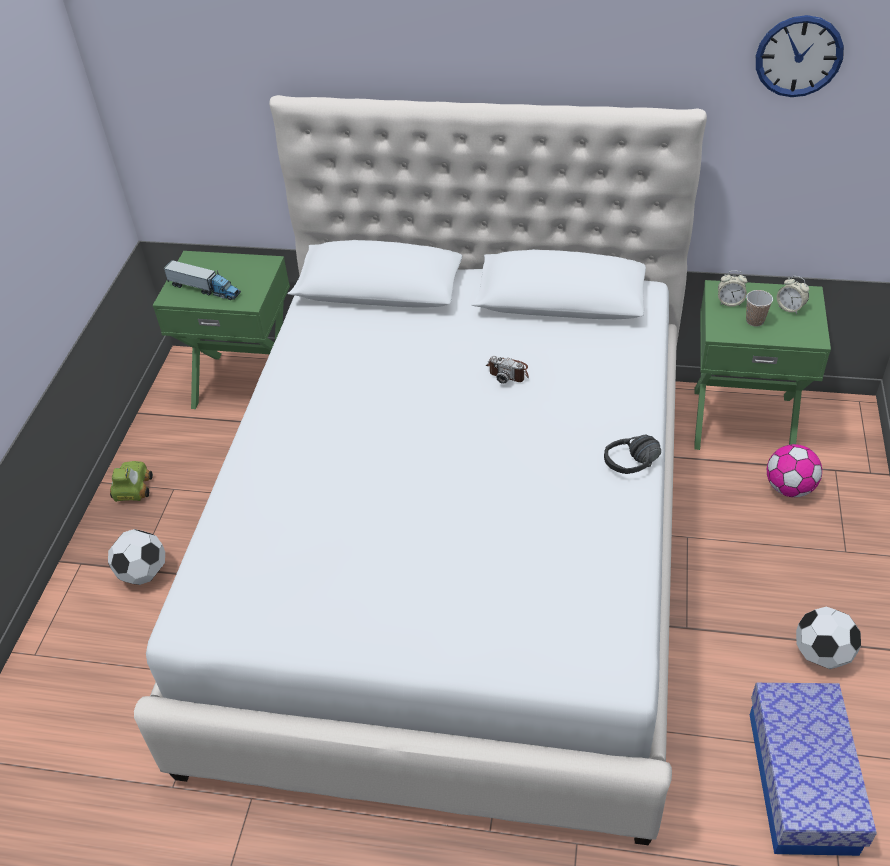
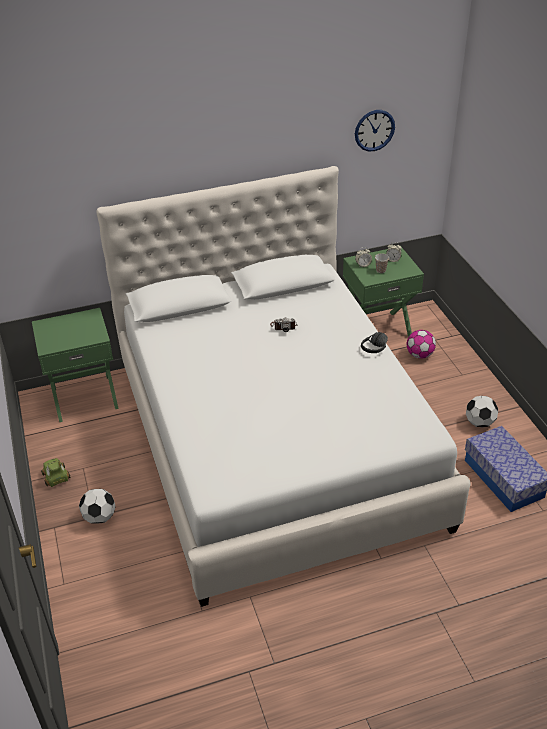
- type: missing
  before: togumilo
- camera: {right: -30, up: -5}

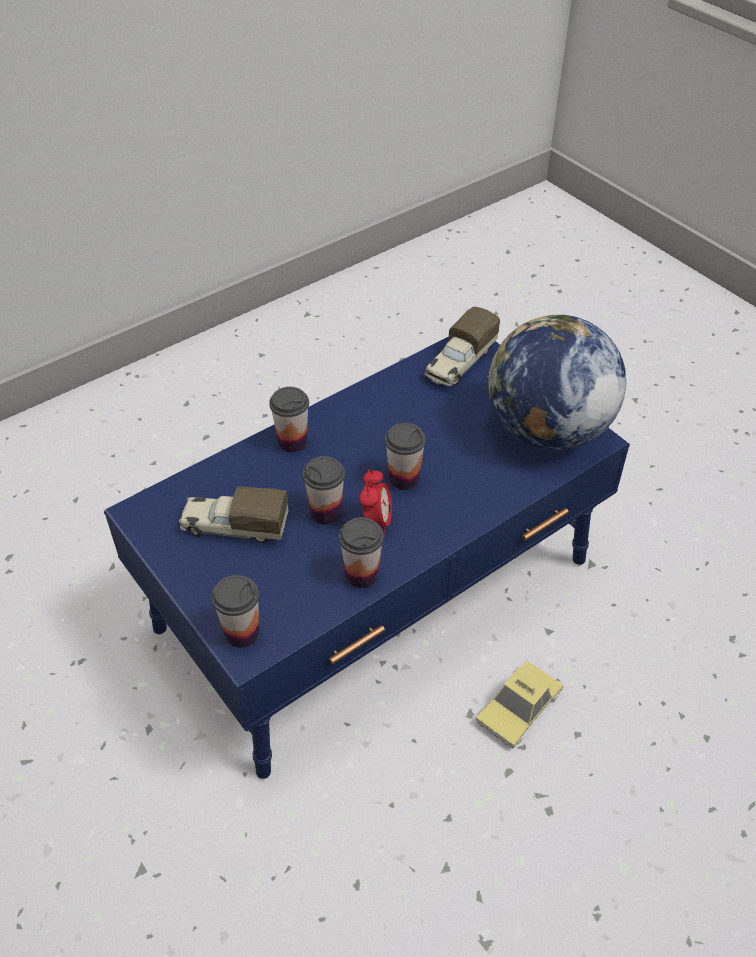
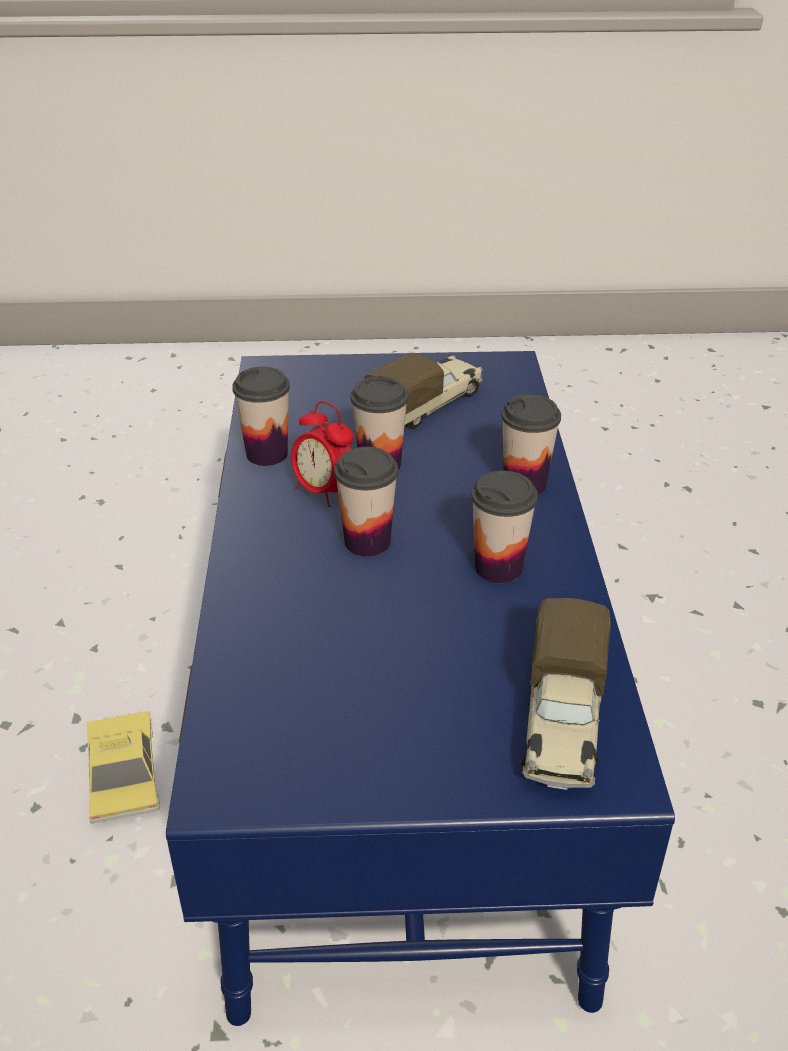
- type: missing
  before: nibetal
- type: relocated
  before: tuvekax (no. 1 from left in the first image)
  after: tuvekax (no. 4 from left)
- type: spun
  before: togumilo (no. 2 from left)
  turn: -150
- camera: {right: 125, up: -10}

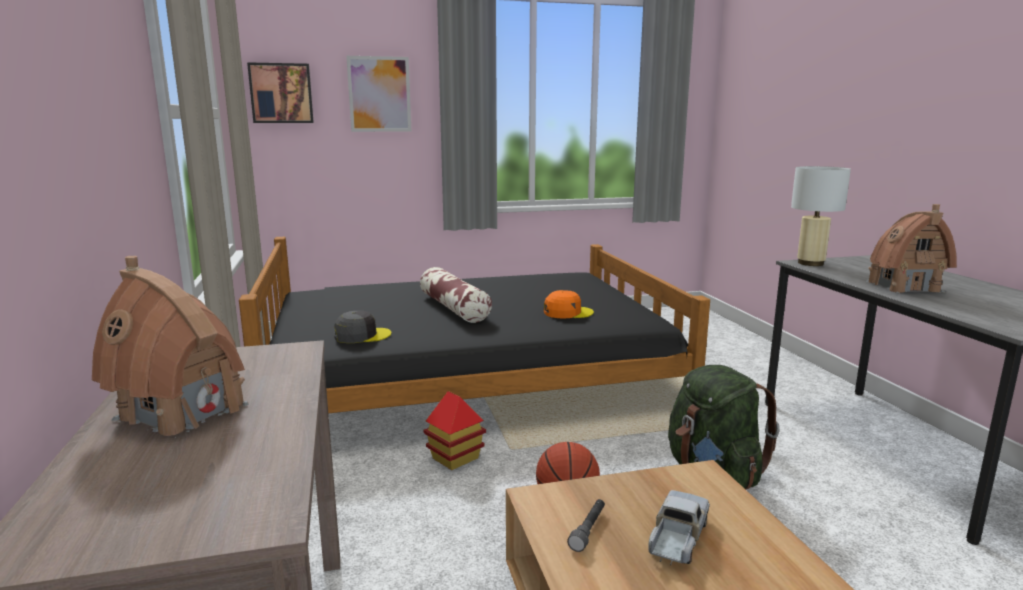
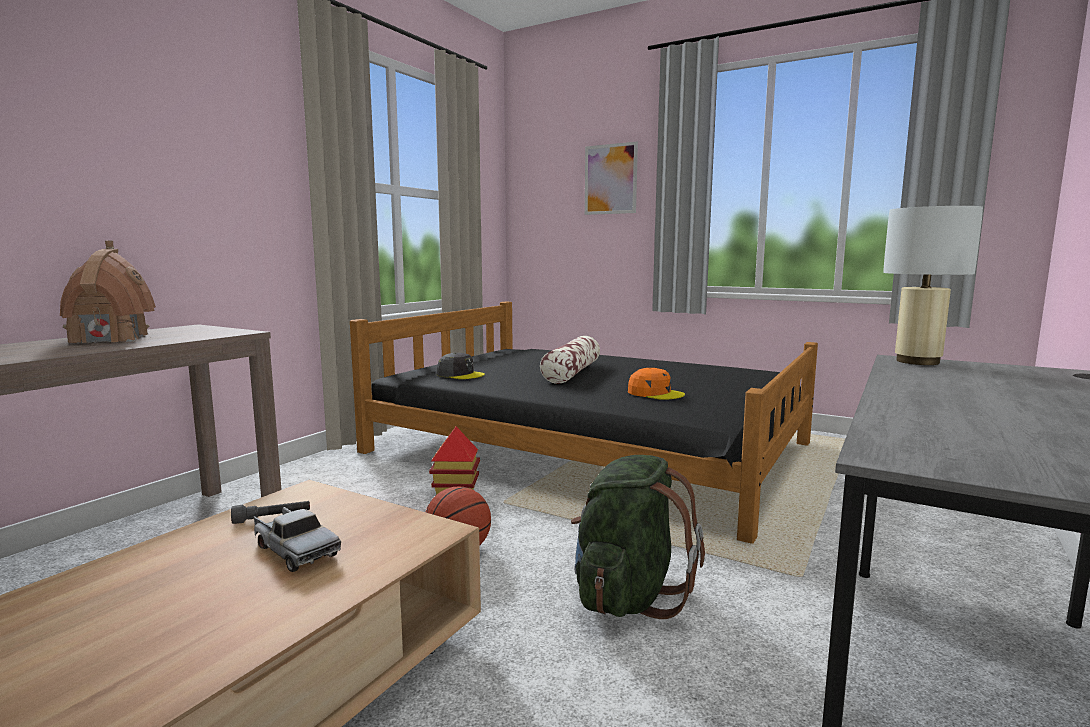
- type: missing
  before: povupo (no. 1 from left)
- type: missing
  before: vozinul (no. 3 from left)
- type: spun
  before: togumilo
  turn: 60
- camera: {right: 45, up: -5}

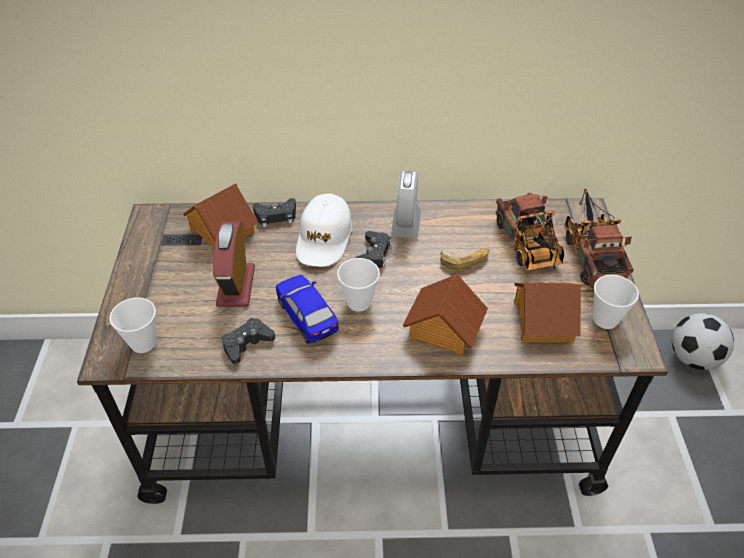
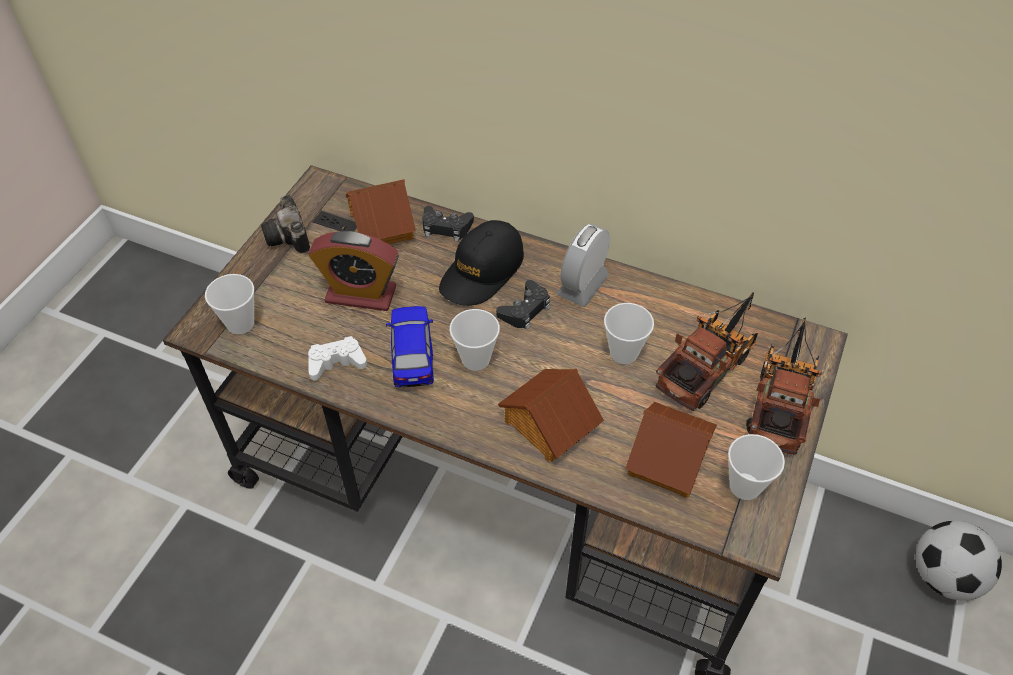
- type: appeared
  after: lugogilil
- type: exchanged
  before: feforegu
  after: tuvekax (no. 3 from left)
- type: colour
  before: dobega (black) (no. 1 from left)
  after: dobega (white)
- type: colour
  before: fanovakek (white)
  after: fanovakek (black)
- type: spun
  before: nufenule (no. 1 from left)
  turn: -105
- type: spun
  before: togumilo (no. 1 from left)
  turn: -150
- camera: {right: 25, up: 5}

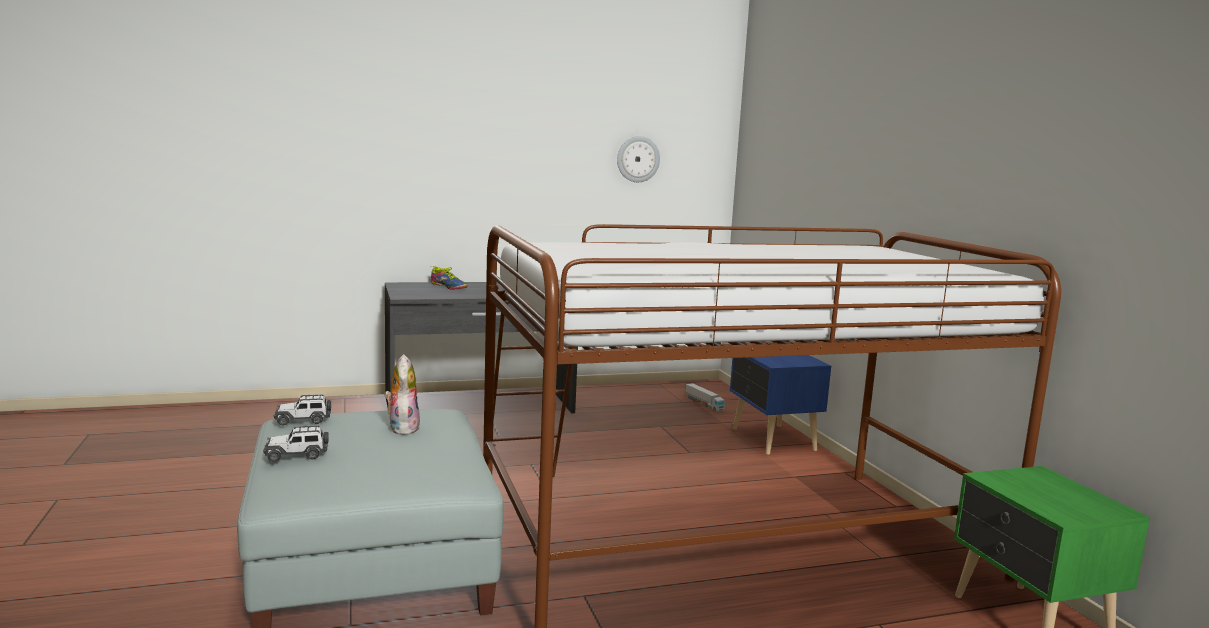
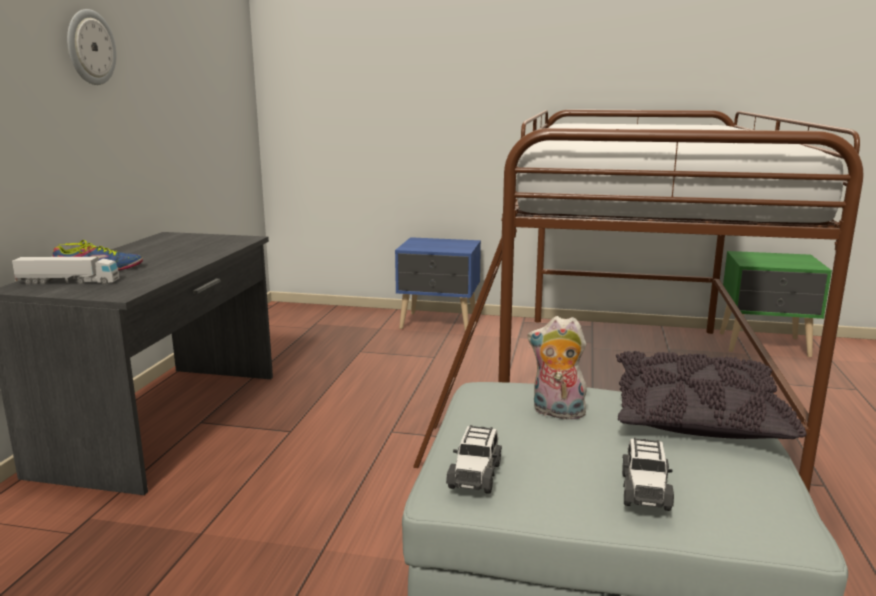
- type: appeared
  after: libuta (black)
- type: relocated
  before: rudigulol
- type: relocated
  before: togumilo
- camera: {right: -60, up: 5}

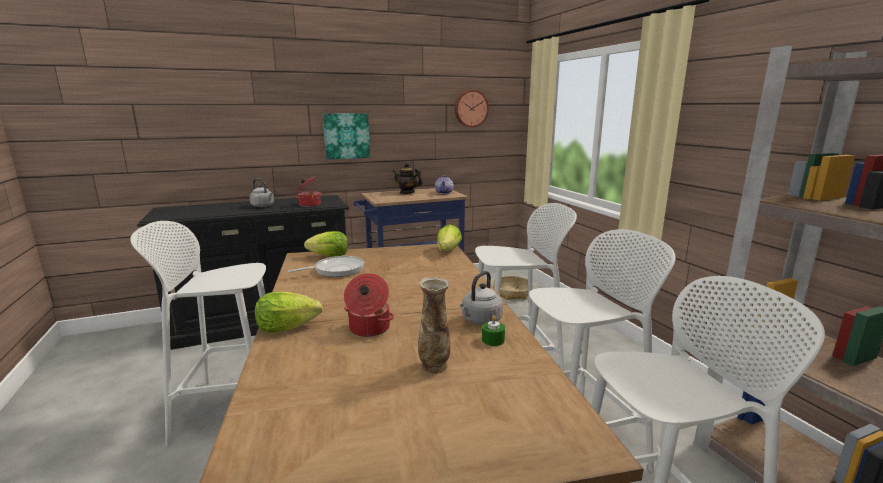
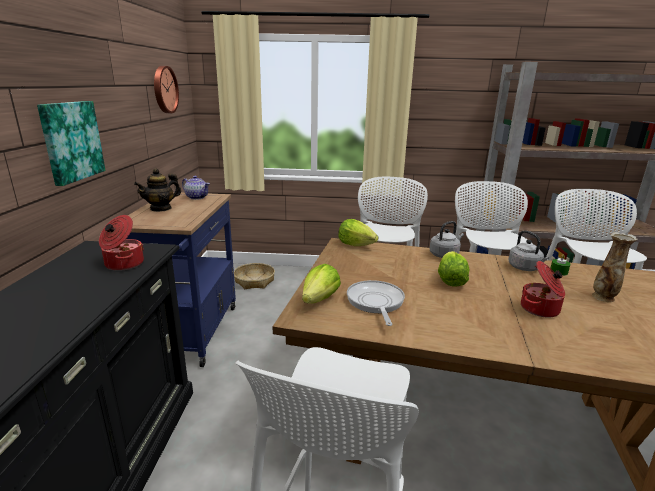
- type: relocated
  before: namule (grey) (no. 1 from left)
- type: relocated
  before: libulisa (no. 1 from left in the first image)
  after: libulisa (no. 3 from left)
- camera: {right: -65, up: 5}

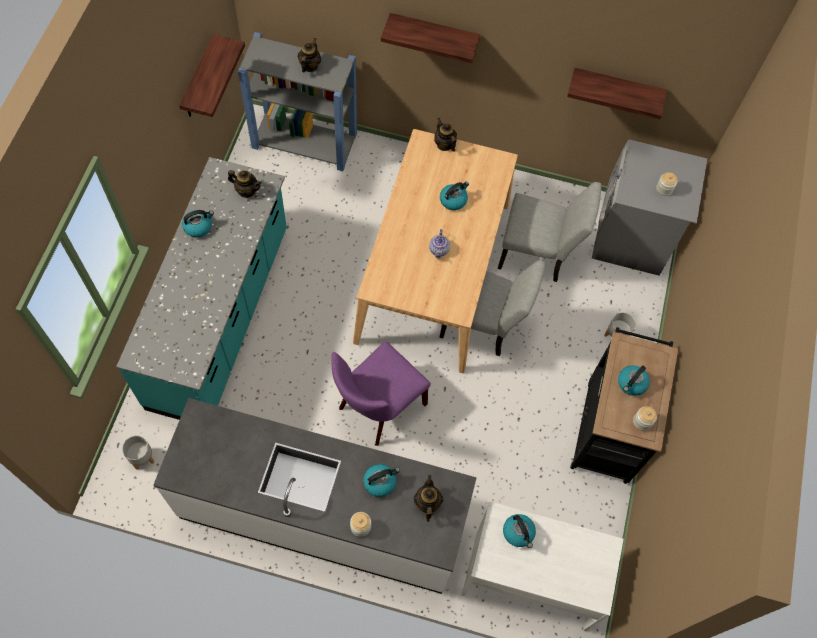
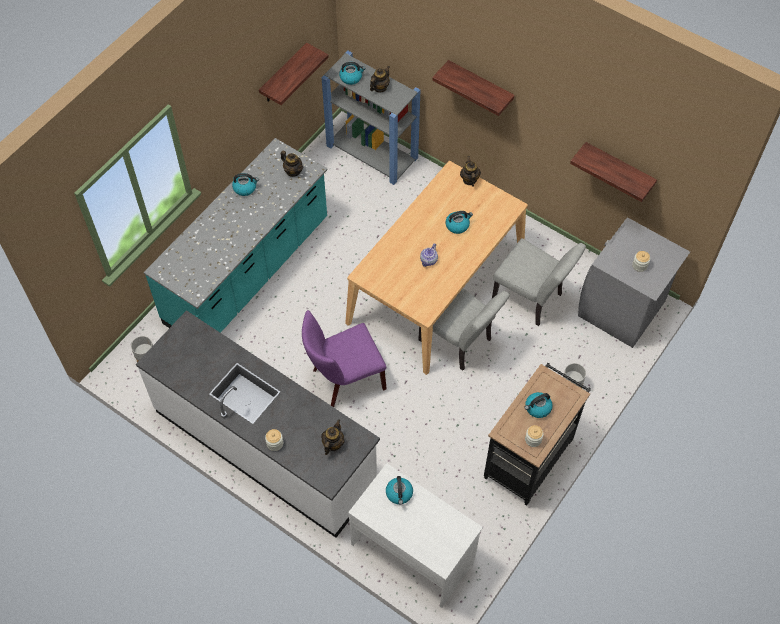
- type: relocated
  before: namule (no. 2 from left)
- camera: {right: 25, up: -5}

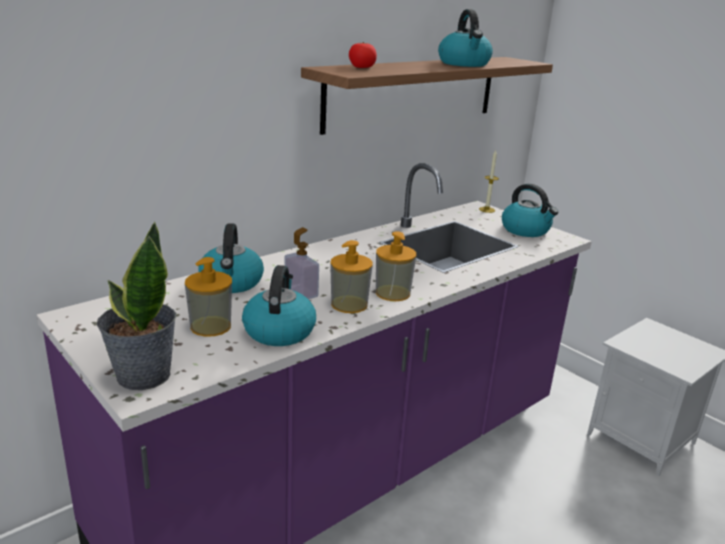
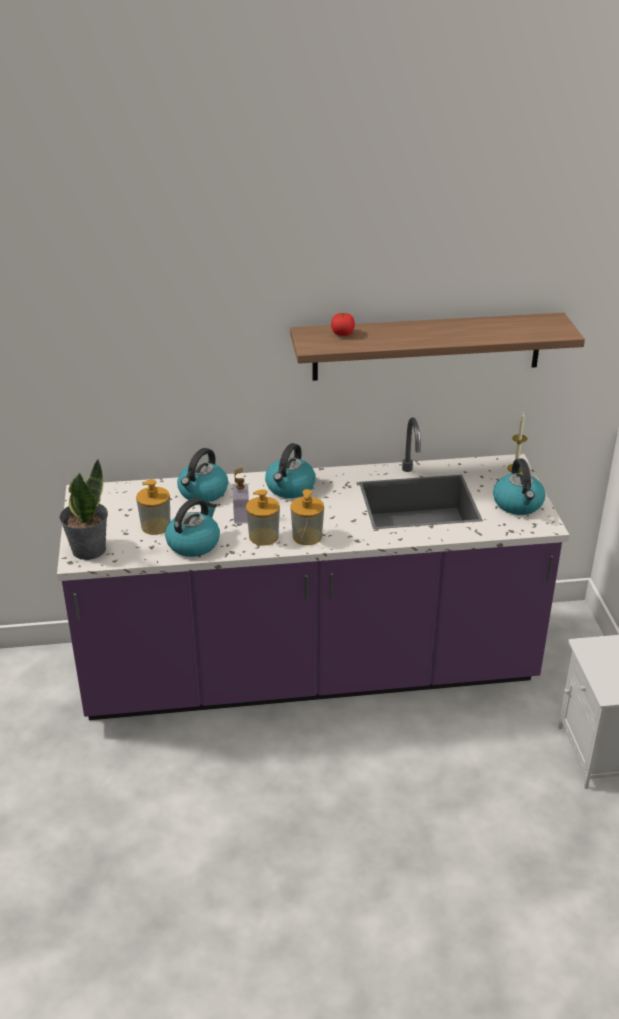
- type: relocated
  before: namule (no. 3 from left)
- camera: {right: 35, up: 10}

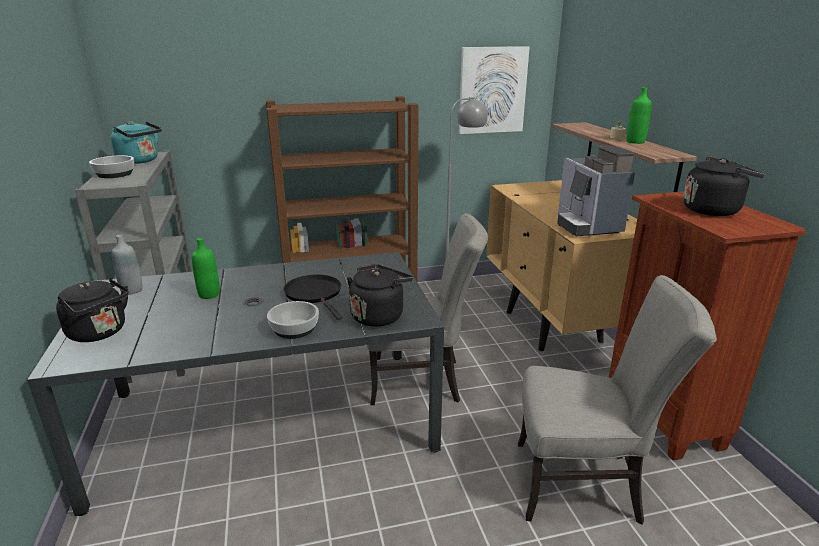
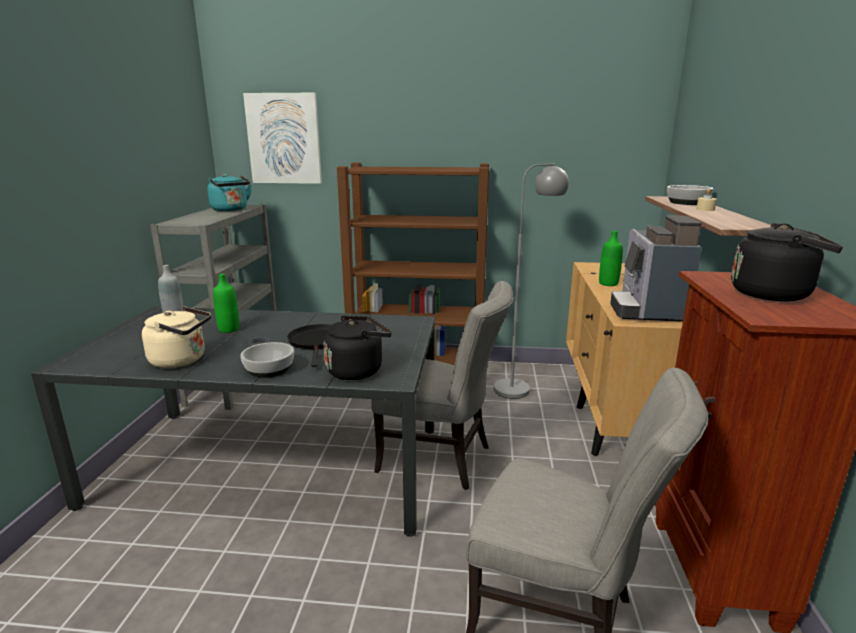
- type: missing
  before: namule (black) (no. 1 from left)
- type: appeared
  after: namule (beige)
- type: relocated
  before: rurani (no. 1 from left in the first image)
  after: rurani (no. 2 from left)
- type: relocated
  before: povupo
- type: relocated
  before: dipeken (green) (no. 2 from left)
- camera: {right: 20, up: -5}

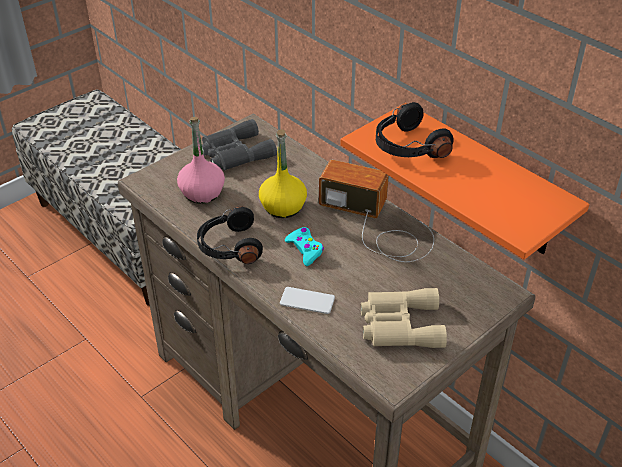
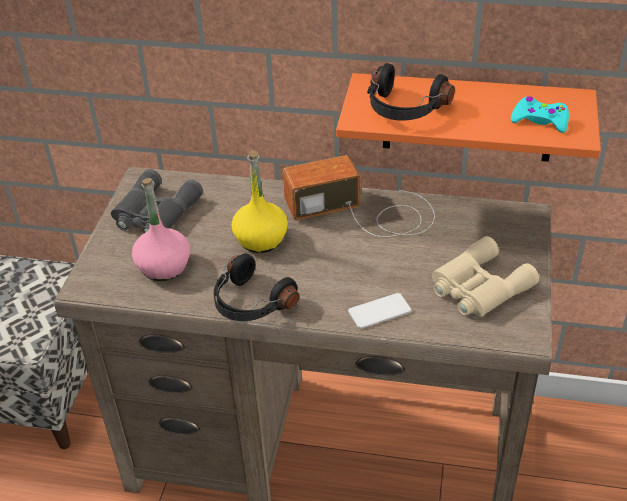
- type: relocated
  before: dobega (turquoise)
- camera: {right: -35, up: 0}

